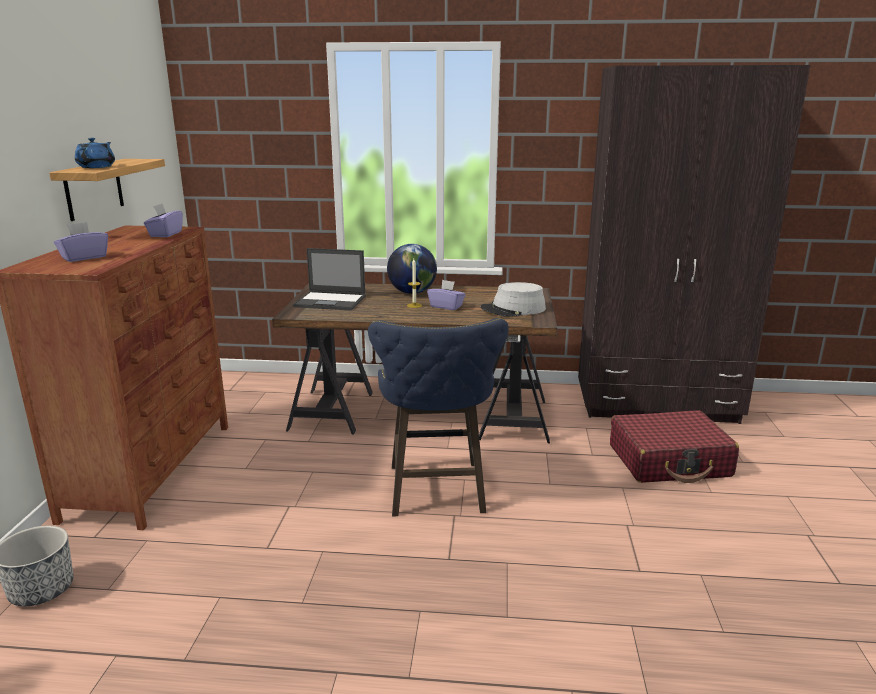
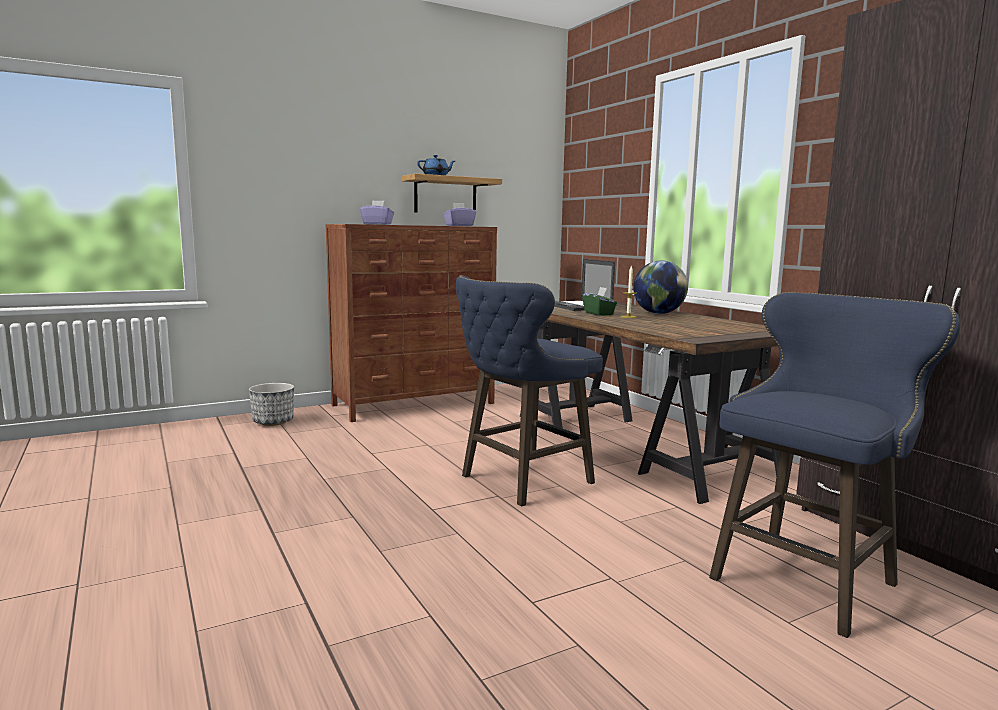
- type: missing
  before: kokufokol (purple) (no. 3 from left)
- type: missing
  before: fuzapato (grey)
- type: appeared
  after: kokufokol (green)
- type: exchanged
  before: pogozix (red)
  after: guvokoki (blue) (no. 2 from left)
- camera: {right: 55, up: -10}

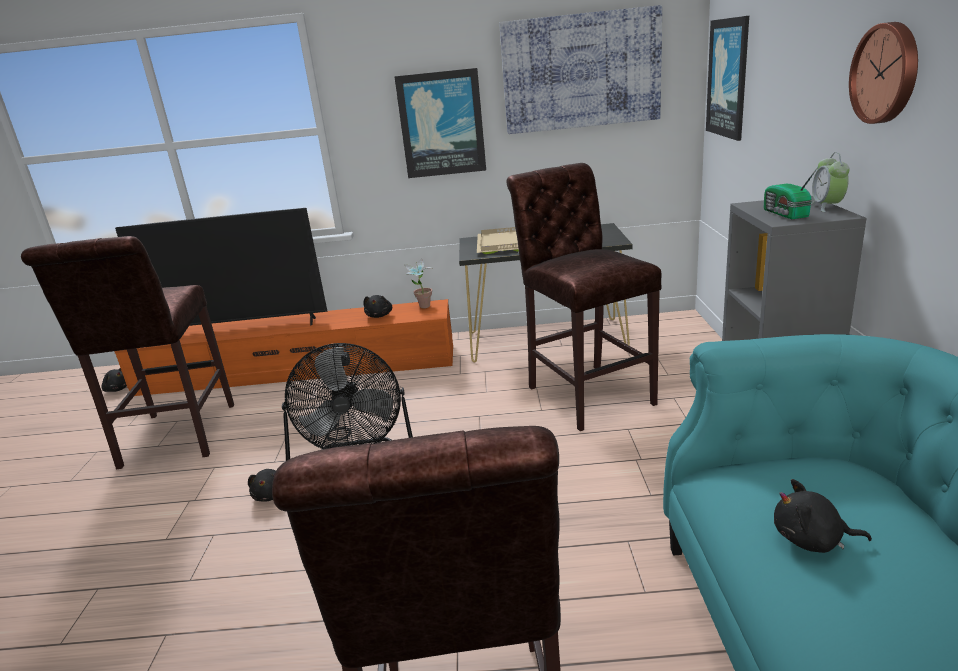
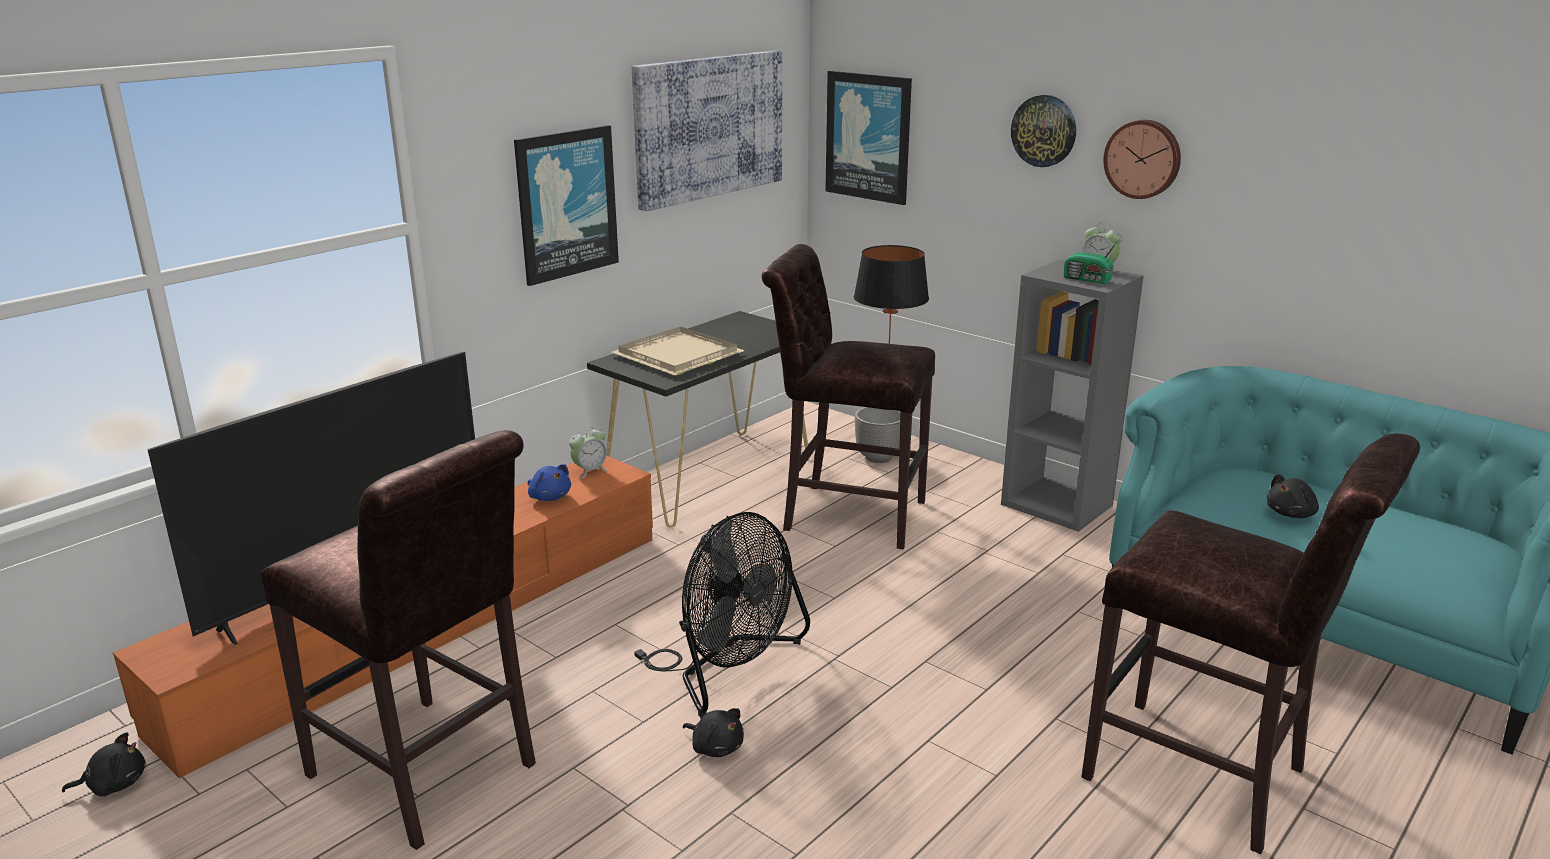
- type: appeared
  after: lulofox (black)
- type: appeared
  after: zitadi
- type: appeared
  after: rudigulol (no. 1 from left)
- type: exchanged
  before: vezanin
  after: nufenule (no. 1 from left)
- type: colour
  before: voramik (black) (no. 3 from left)
  after: voramik (blue)
- camera: {right: -50, up: 0}

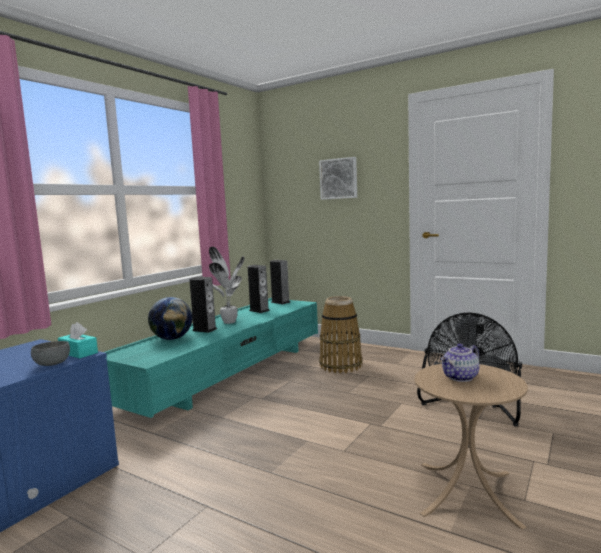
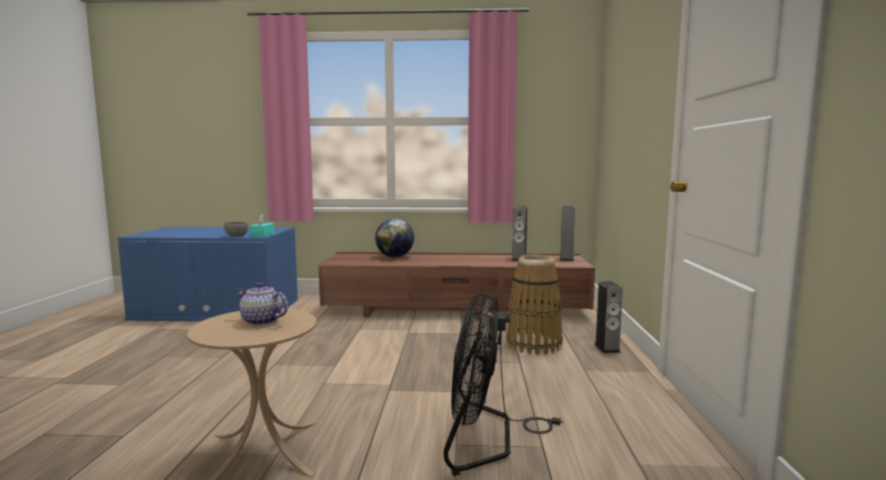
- type: missing
  before: vezanin
- type: missing
  before: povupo
- type: relocated
  before: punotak (no. 1 from left in the first image)
  after: punotak (no. 3 from left)
- type: colour
  before: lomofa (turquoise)
  after: lomofa (brown)
- camera: {right: 60, up: 0}

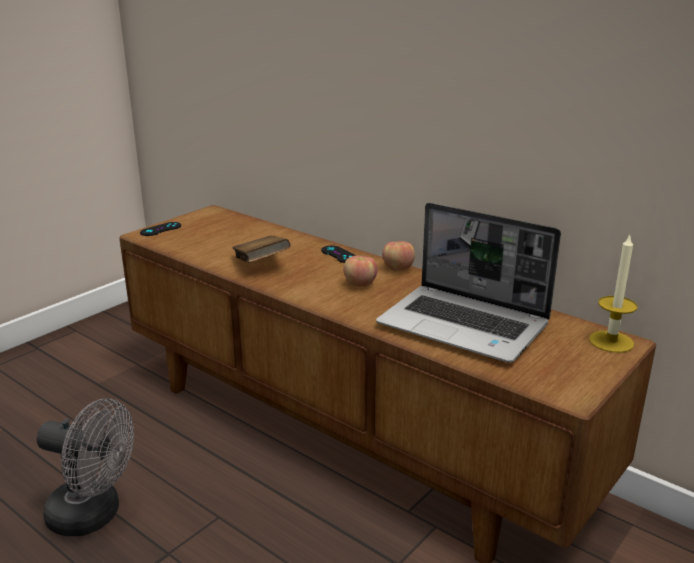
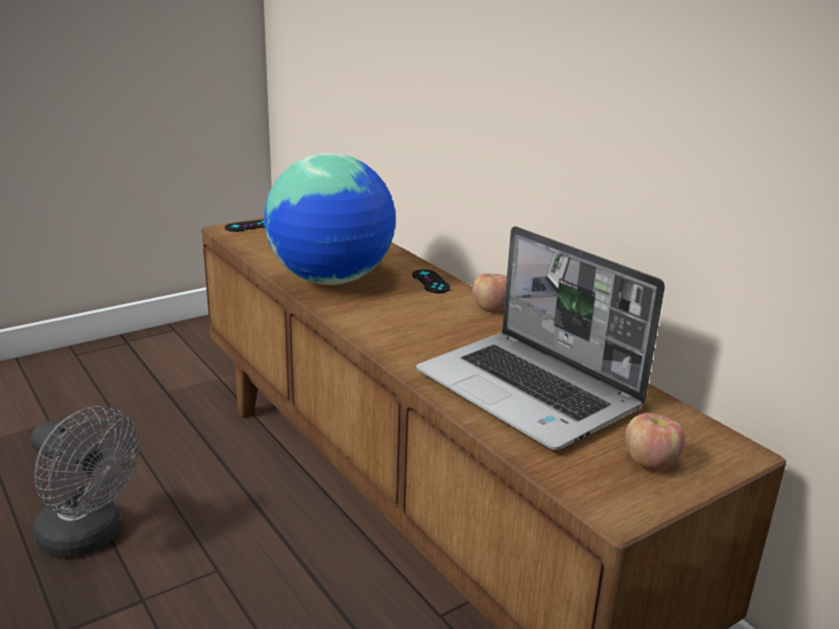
- type: missing
  before: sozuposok
- type: relocated
  before: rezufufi (no. 1 from left in the first image)
  after: rezufufi (no. 2 from left)
- type: exchanged
  before: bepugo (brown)
  after: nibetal
- camera: {right: 15, up: 0}

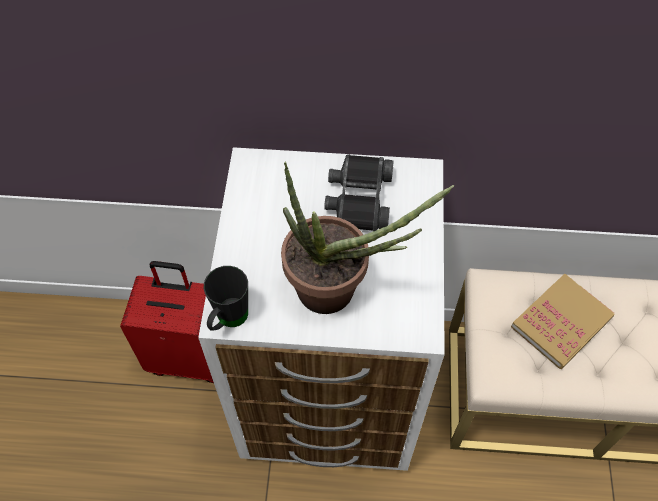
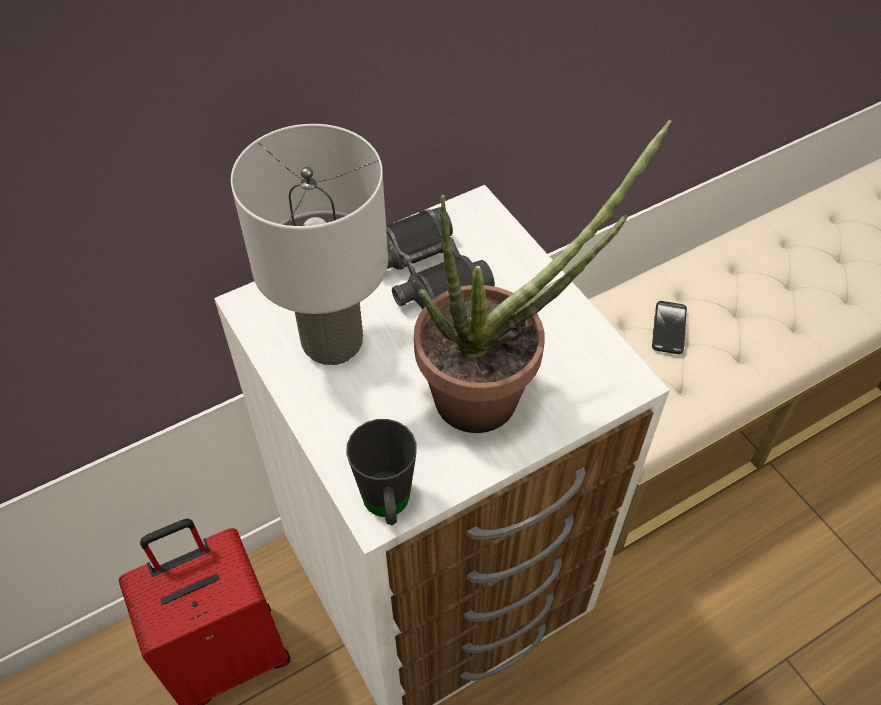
- type: appeared
  after: lulofox (white)
- type: exchanged
  before: bepugo
  after: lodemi
- camera: {right: -35, up: -5}

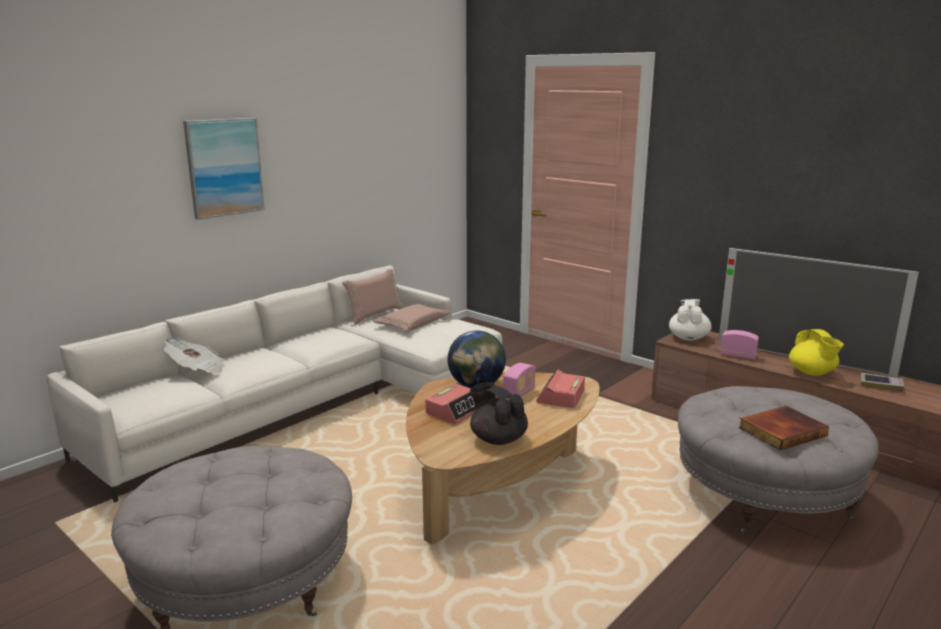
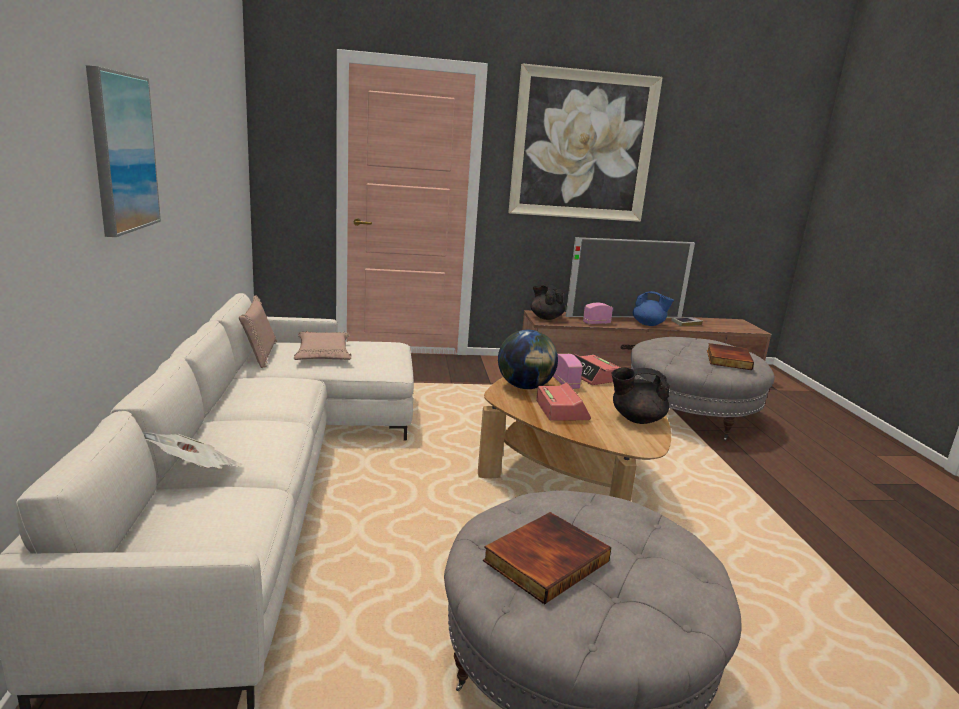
- type: appeared
  after: bepugo (no. 1 from left)
- type: appeared
  after: povupo (no. 2 from left)
- type: colour
  before: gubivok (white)
  after: gubivok (black) (no. 1 from left)
- type: colour
  before: gubivok (yellow)
  after: gubivok (blue)
- camera: {right: -50, up: 0}

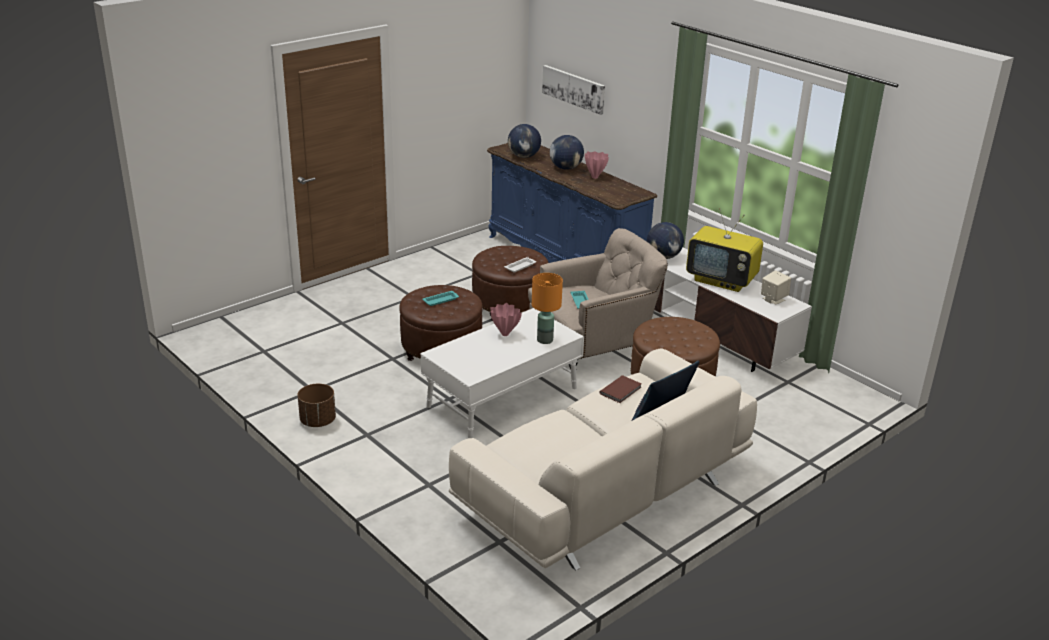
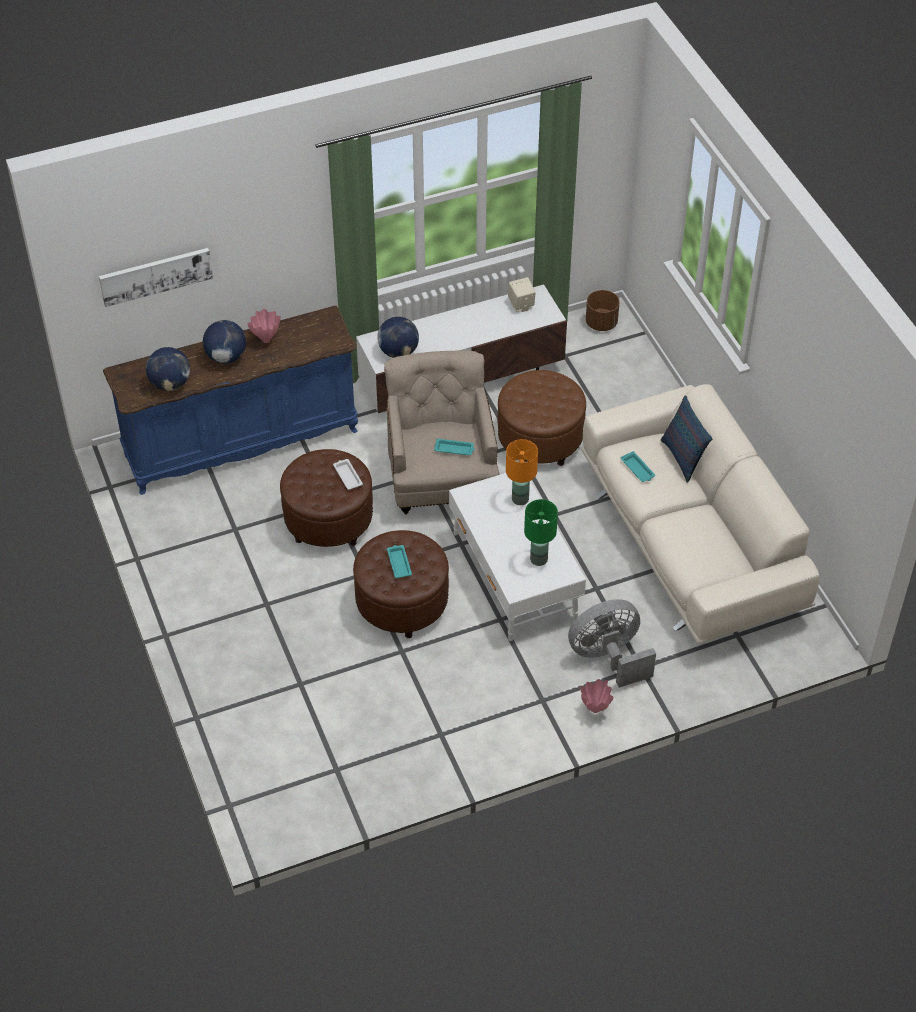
- type: missing
  before: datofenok
- type: appeared
  after: lulofox (green)
- type: appeared
  after: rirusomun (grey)
- type: relocated
  before: zitadi (brown)
- type: relocated
  before: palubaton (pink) (no. 1 from left in the first image)
  after: palubaton (pink) (no. 2 from left)
- type: exchanged
  before: bepugo (brown)
  after: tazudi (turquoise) (no. 3 from left)
- camera: {right: -70, up: 20}

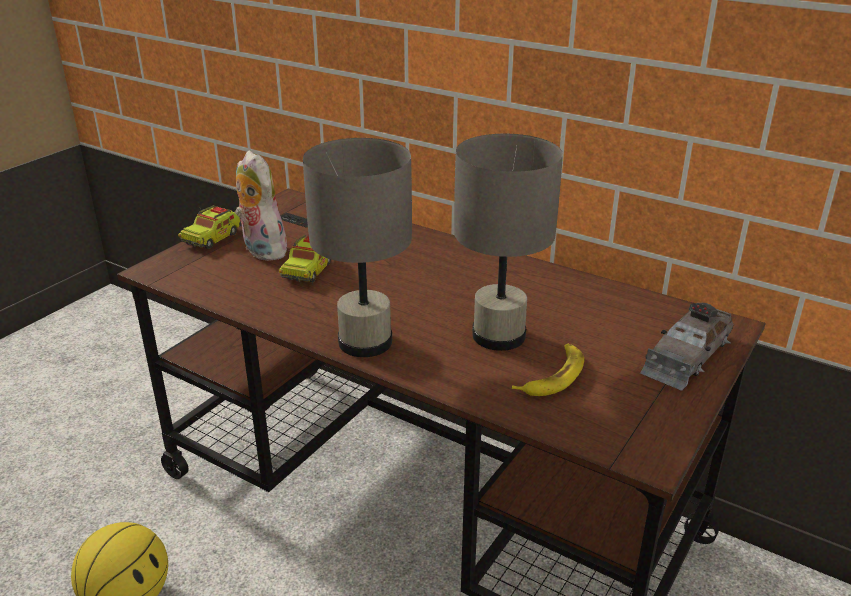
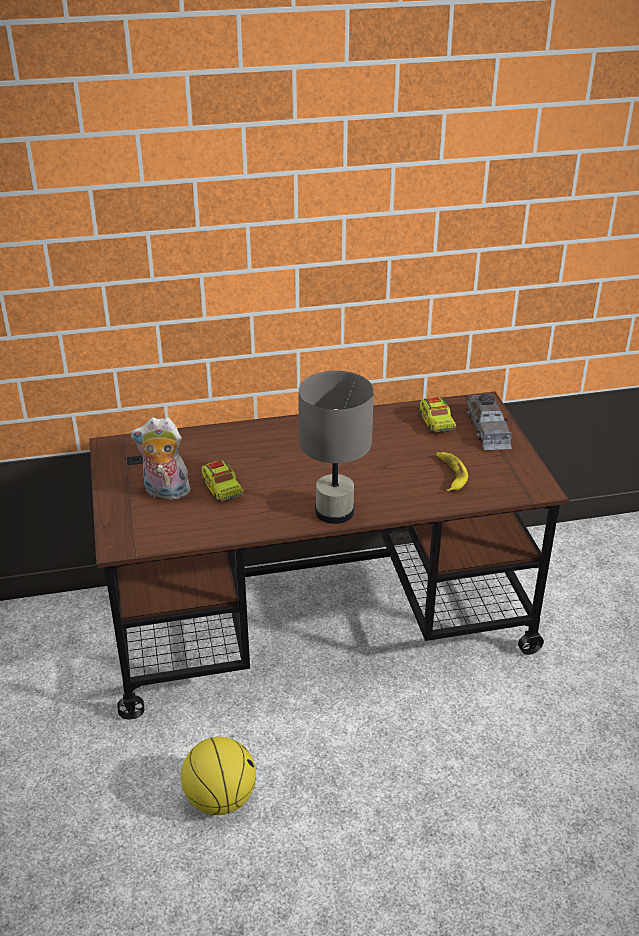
- type: missing
  before: lulofox (grey) (no. 2 from left)
- type: relocated
  before: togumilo (no. 1 from left in the first image)
  after: togumilo (no. 2 from left)
- camera: {right: -45, up: 5}

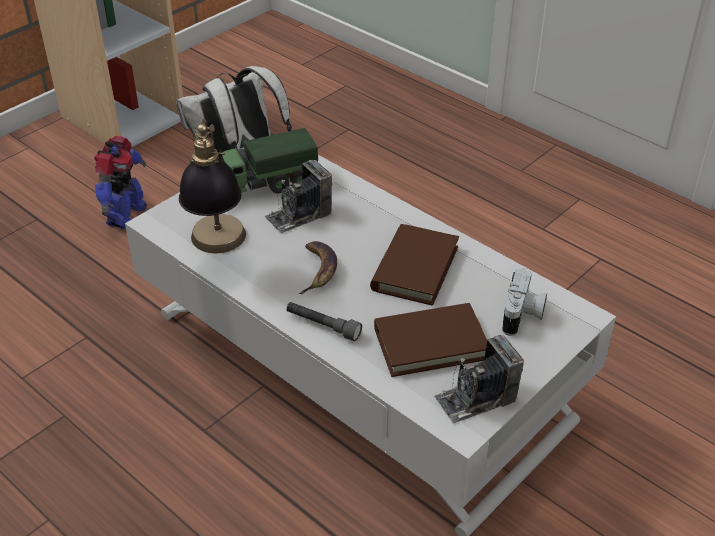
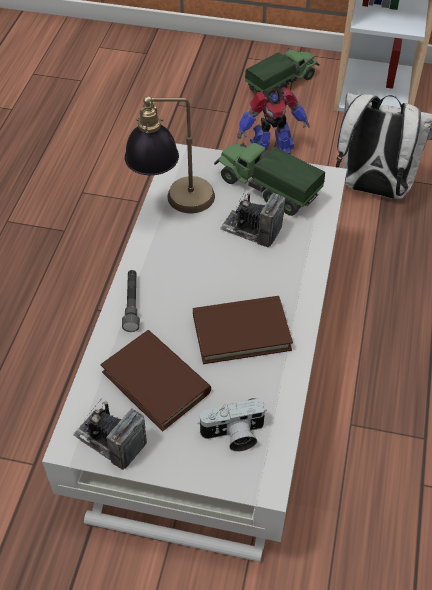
- type: missing
  before: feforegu
- type: appeared
  after: togumilo (no. 2 from left)
- camera: {right: 60, up: 10}

